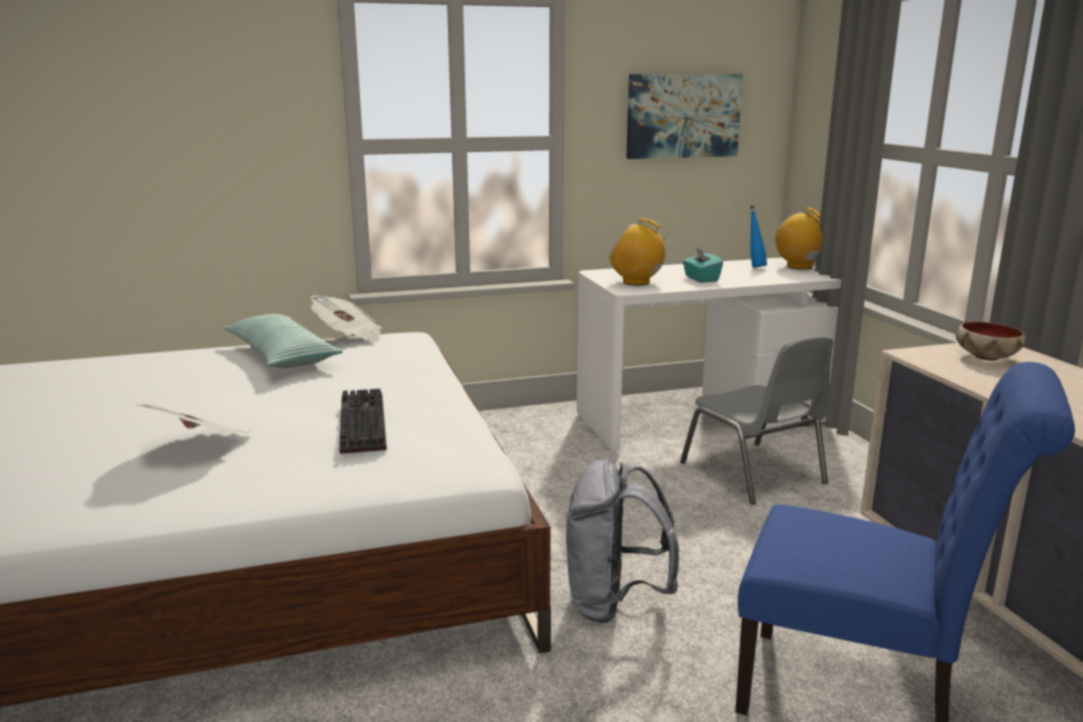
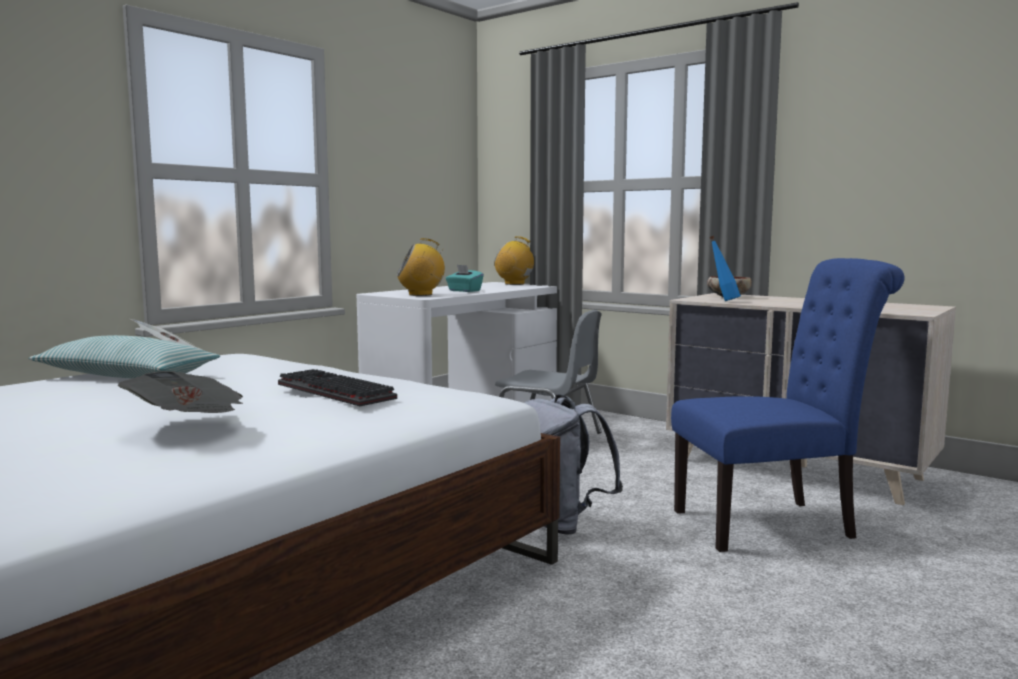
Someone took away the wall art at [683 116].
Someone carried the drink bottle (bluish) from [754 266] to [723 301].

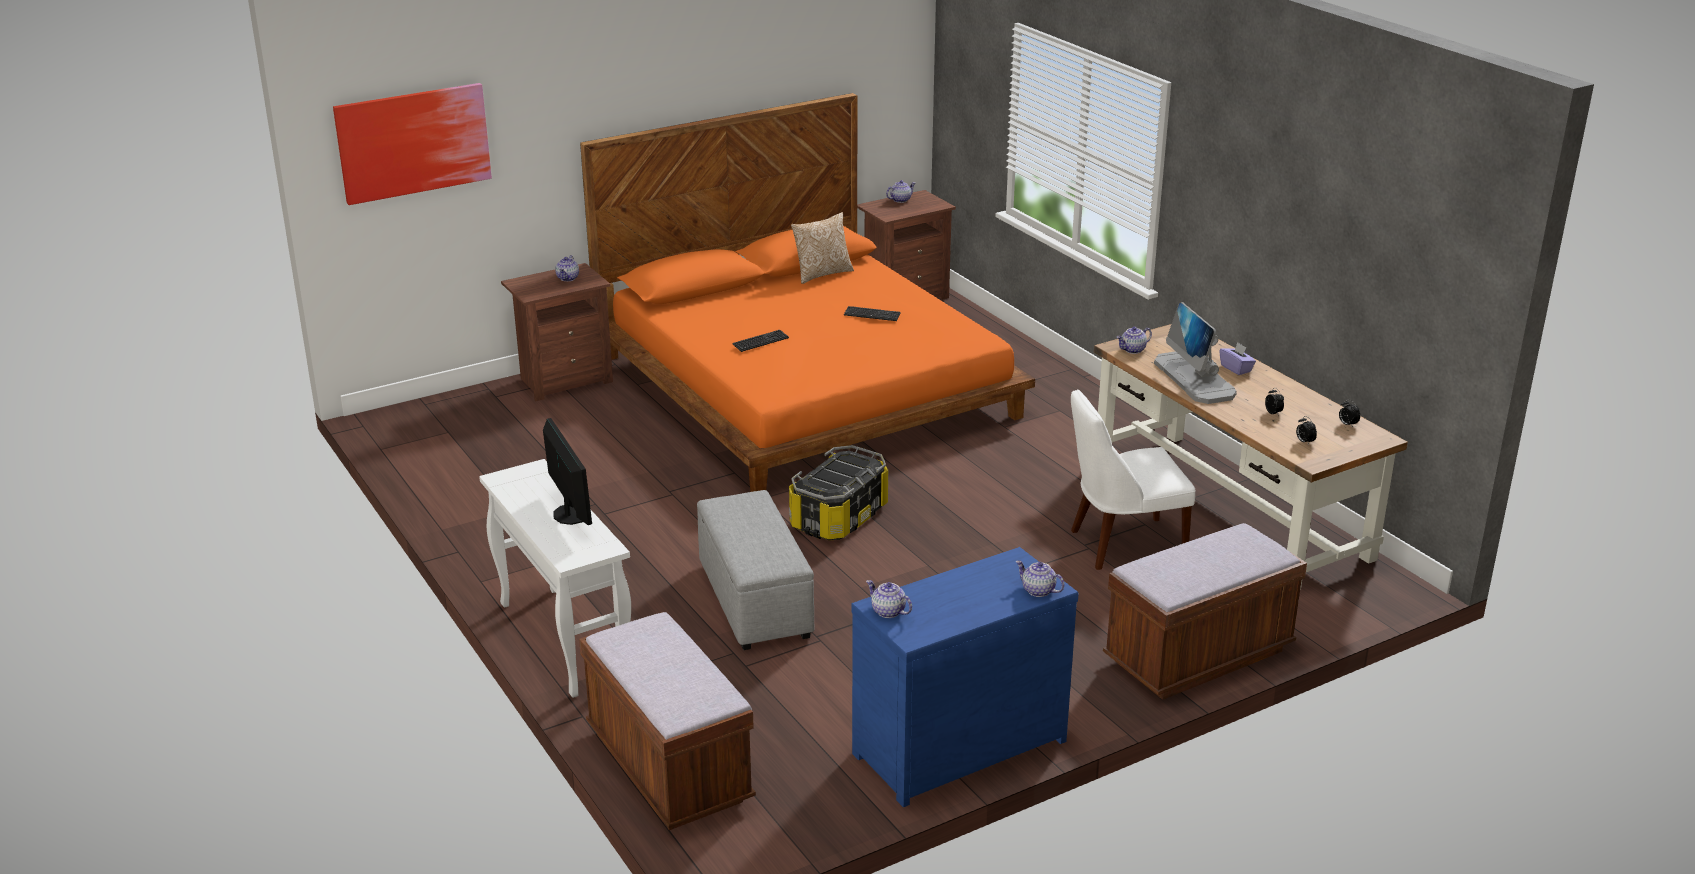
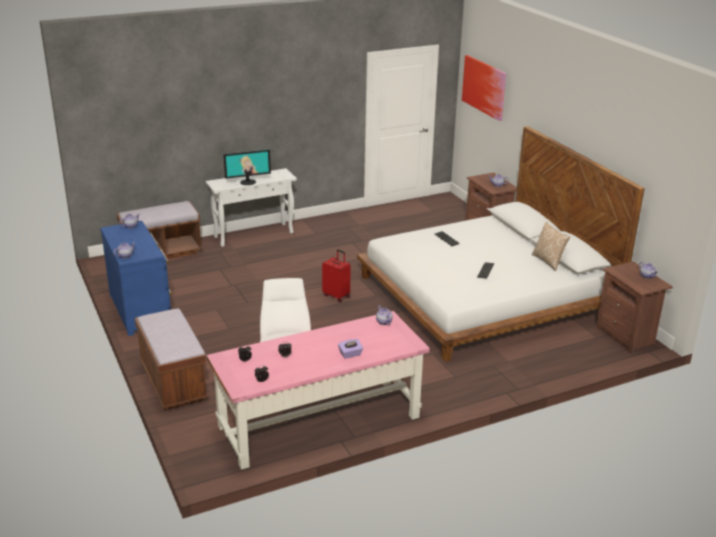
Someone repainted the bed (orange) at [807 387], which became the bed (whitish) at [484 295].
Someone took away the computer display at [1194 379].
Someone repainted the desk (brown-coloured) at [1230 508], which became the desk (pinkish) at [319 422].
Someone swapped the storage box at [838 517] for the travel case (red) at [337 296].
Someone took away the footrest (gray) at [754 600].

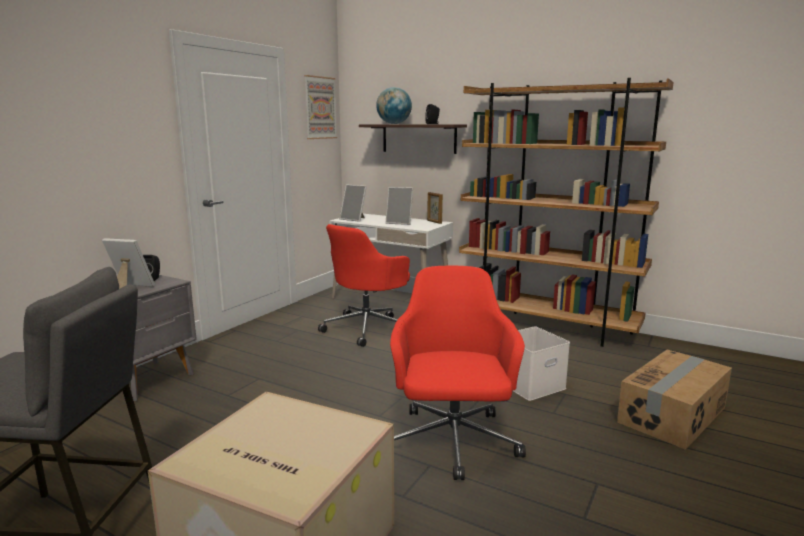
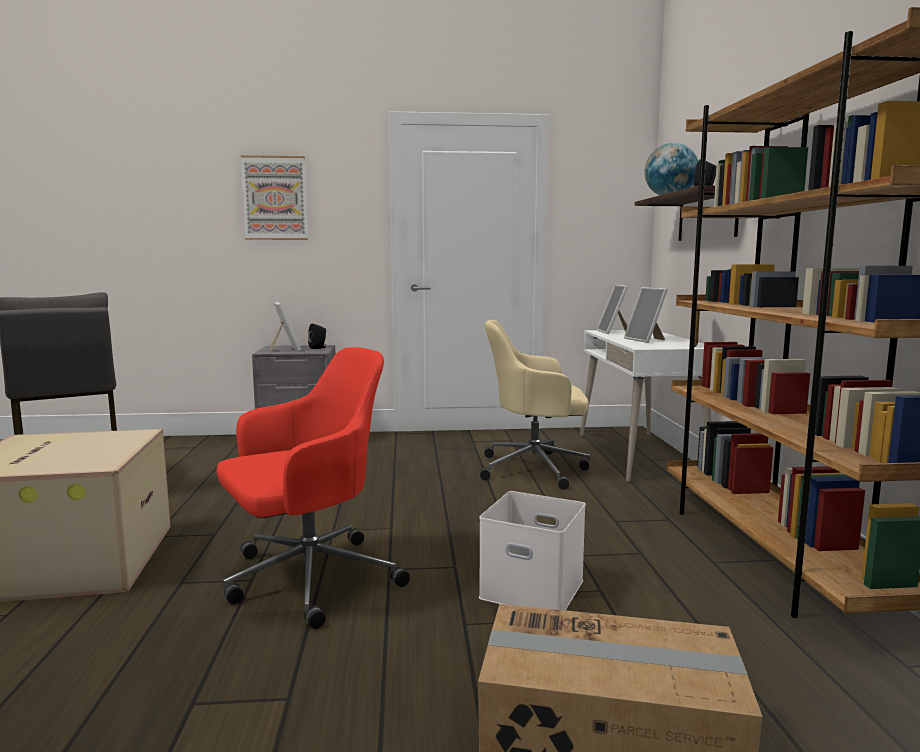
Someone carried the wall art from [320 108] to [275 198].
Someone repainted the desk chair (red) at [368 328], which became the desk chair (beige) at [535 469].

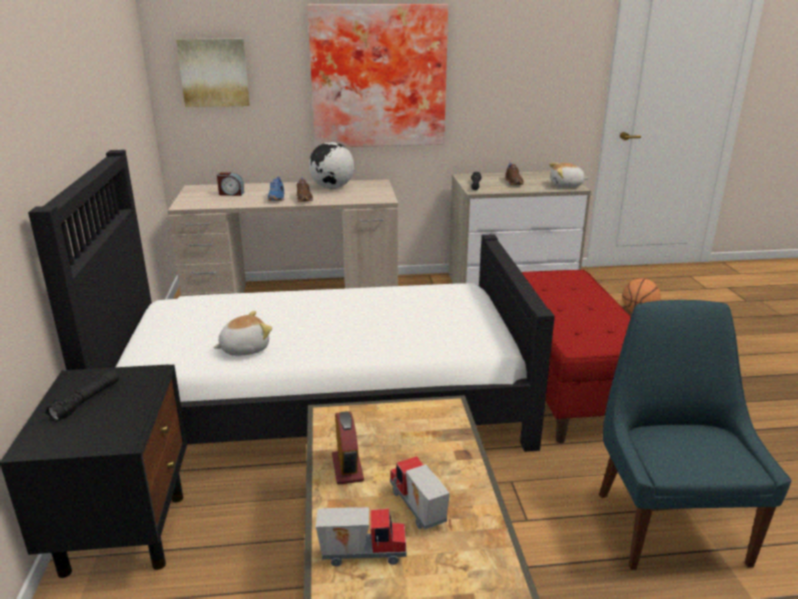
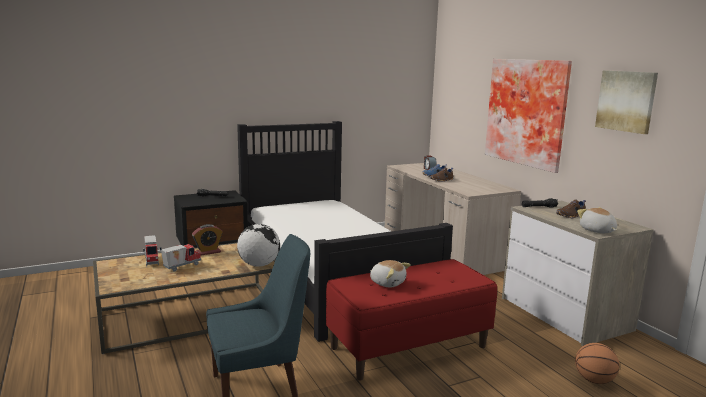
Someone carried the wall art from [214 72] to [626 101].
Someone carried the globe from [332 188] to [259 265].
Someone carried the cuddly toy from [244 348] to [387 283].

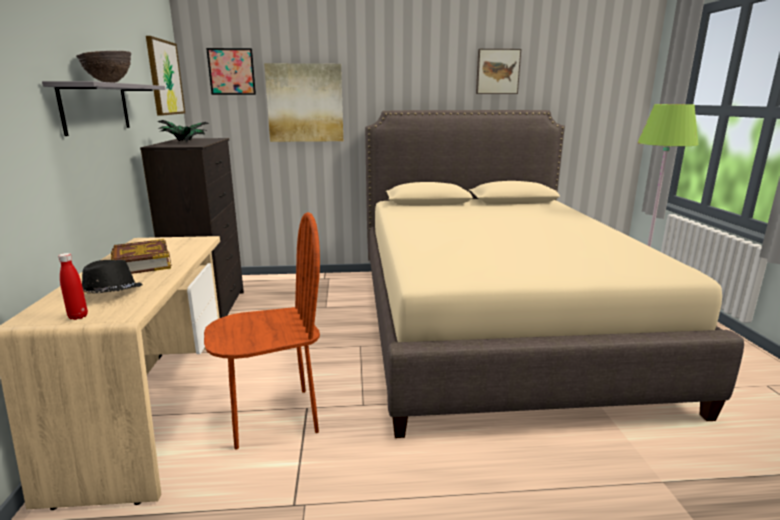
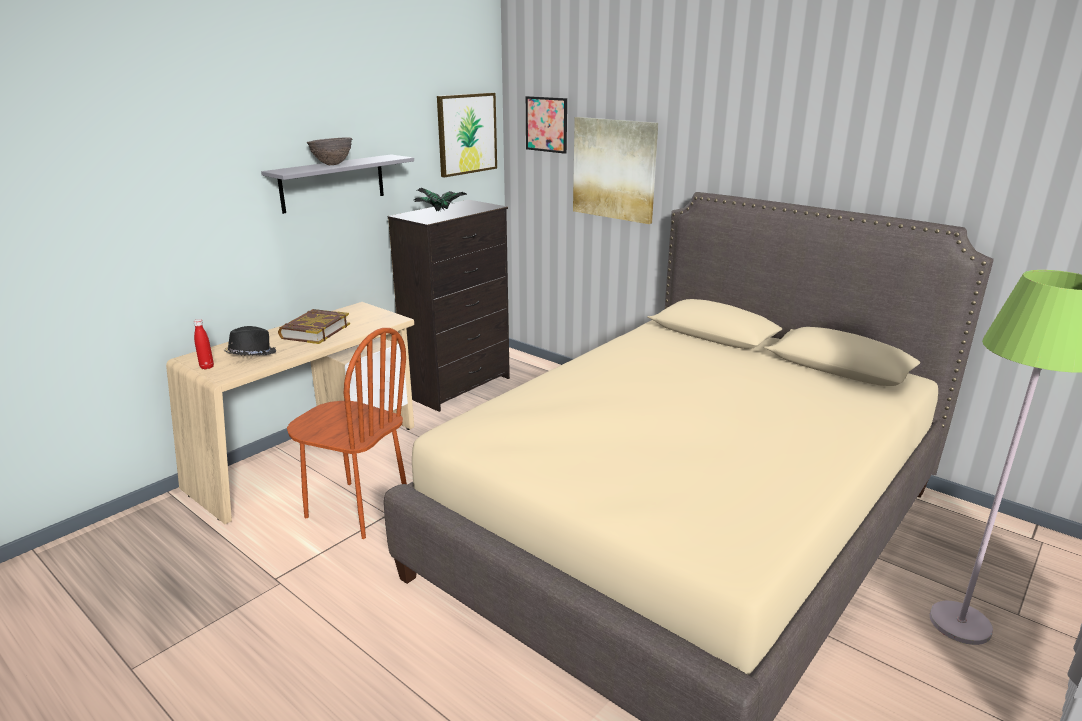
Someone took away the wall art at [497 71].

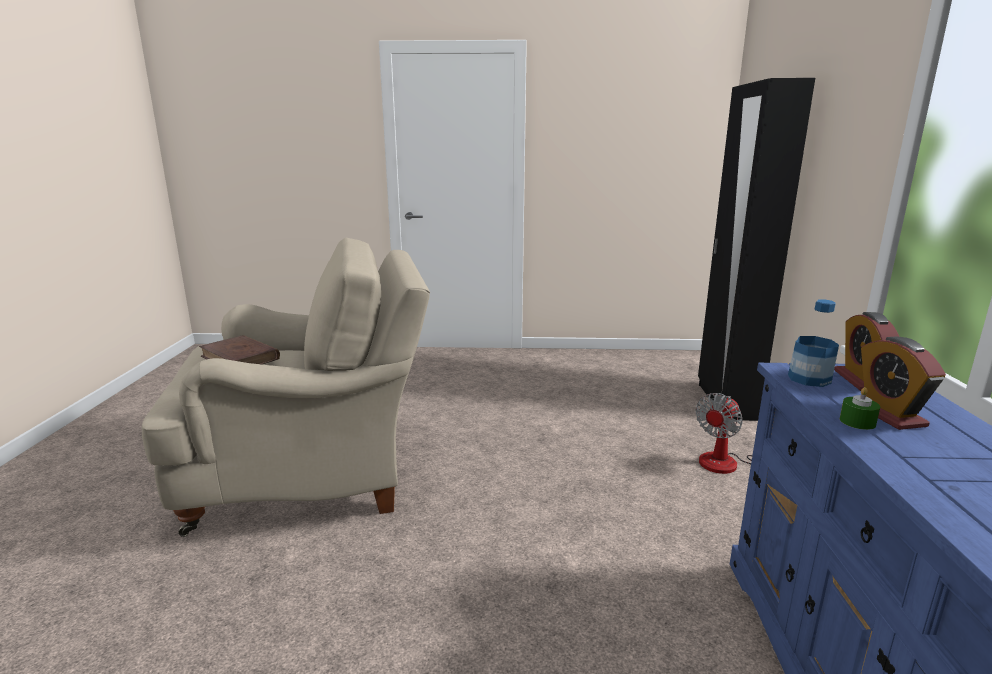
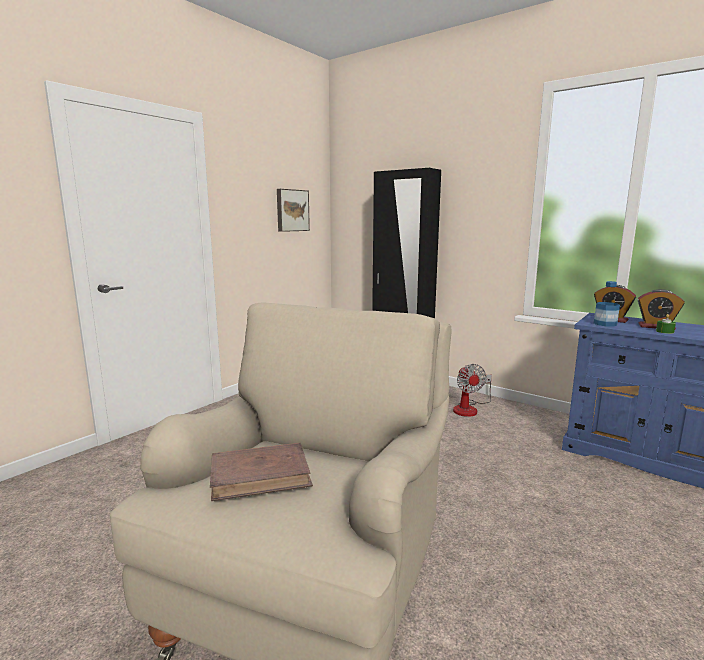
Someone put up the wall art at [292 210].

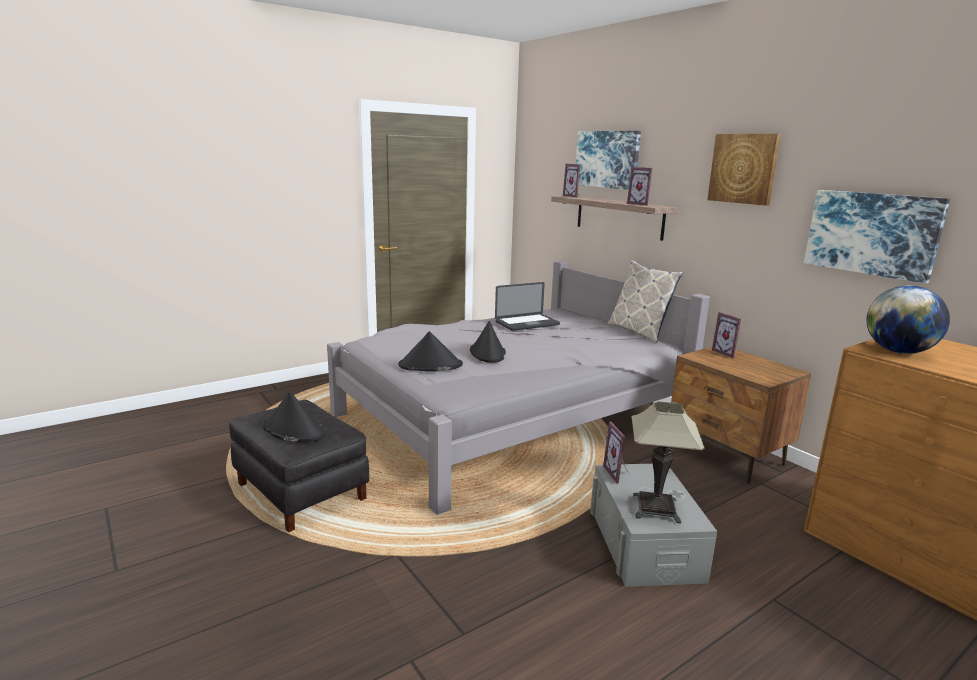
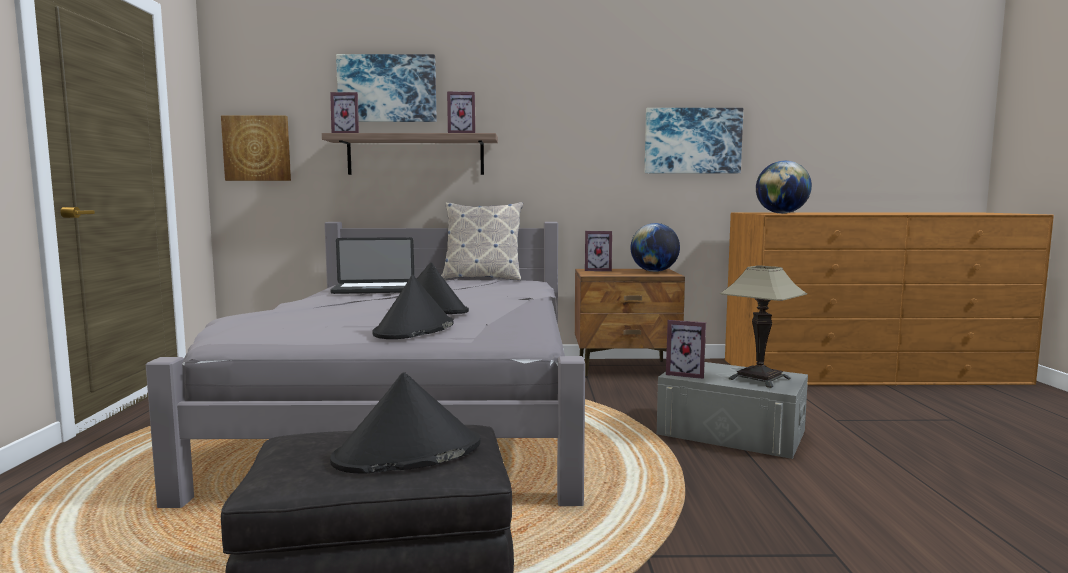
Someone carried the wall art from [743 168] to [257 148].
Someone rotated the laptop at [527 323] by 75 degrees clockwise.
Someone put down the globe at [654 271].

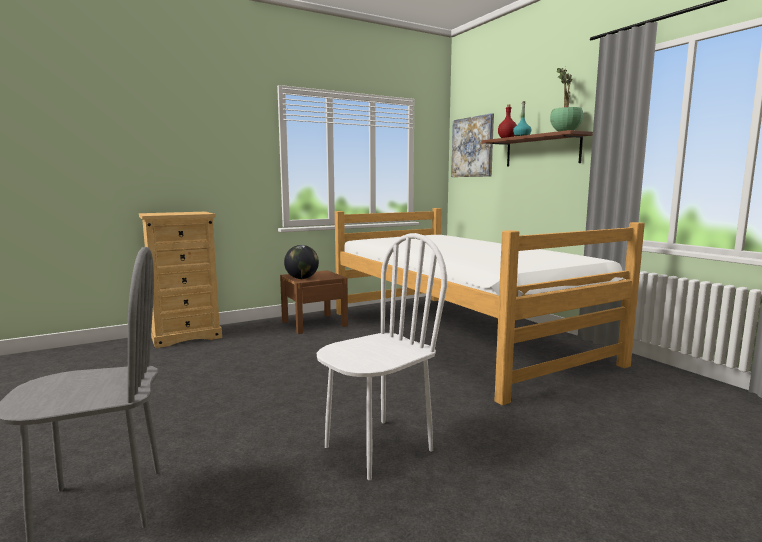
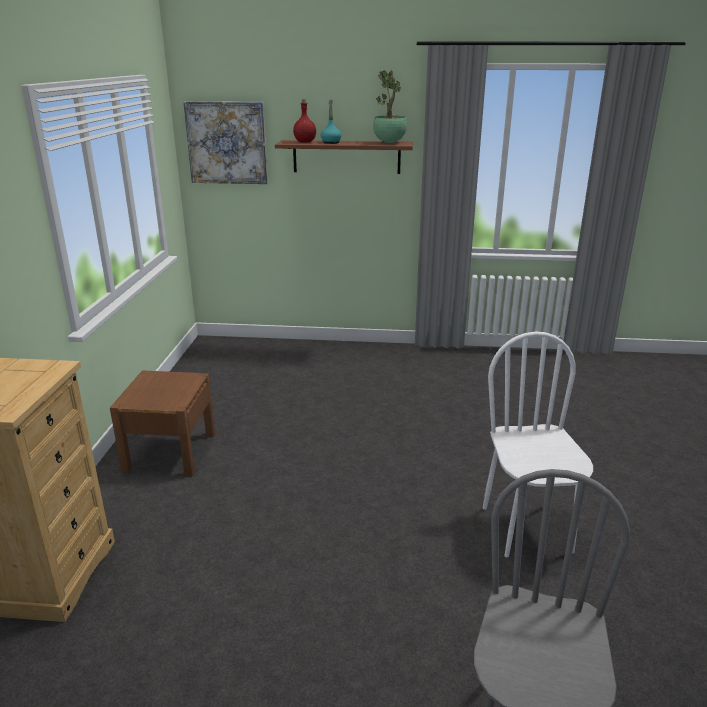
Someone took away the bed at [458 335].
Someone took away the globe at [302 278].

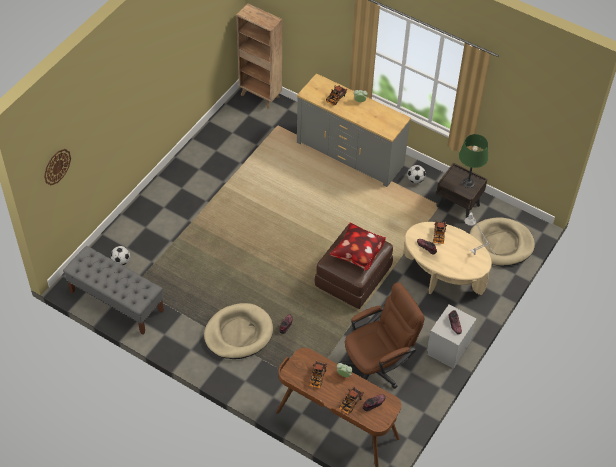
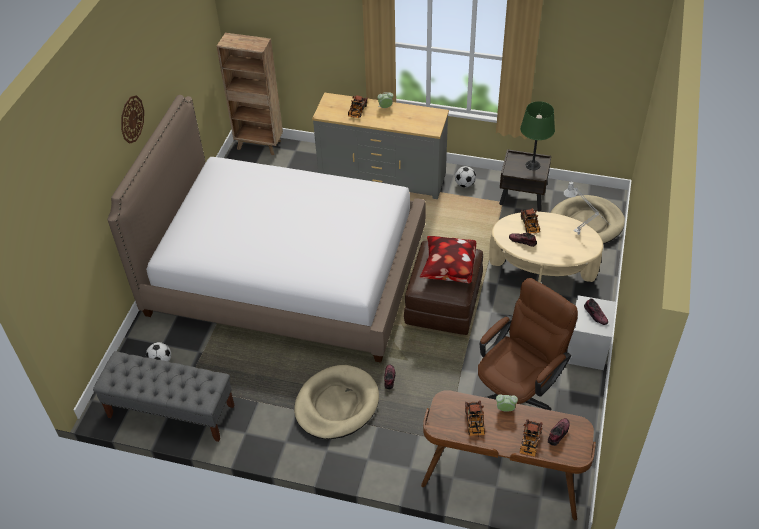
Someone carried the clock on the wall from [57 166] to [131 119].
Someone put down the bed at [286 274].

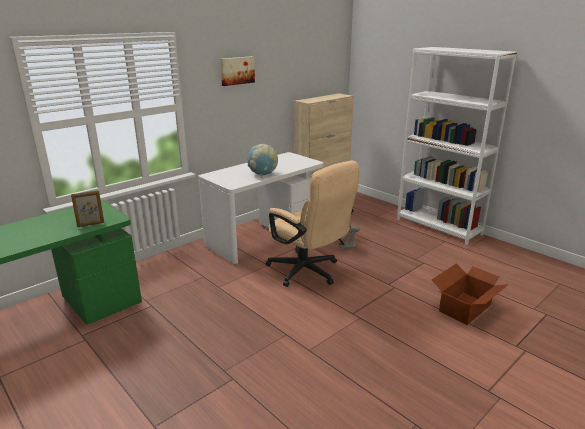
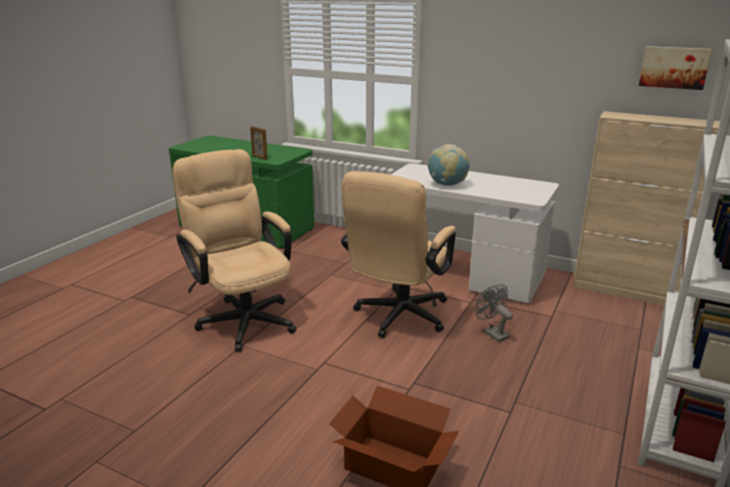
Someone carried the wall art from [237 70] to [674 67].
Someone put down the desk chair (beige) at [243 317].

